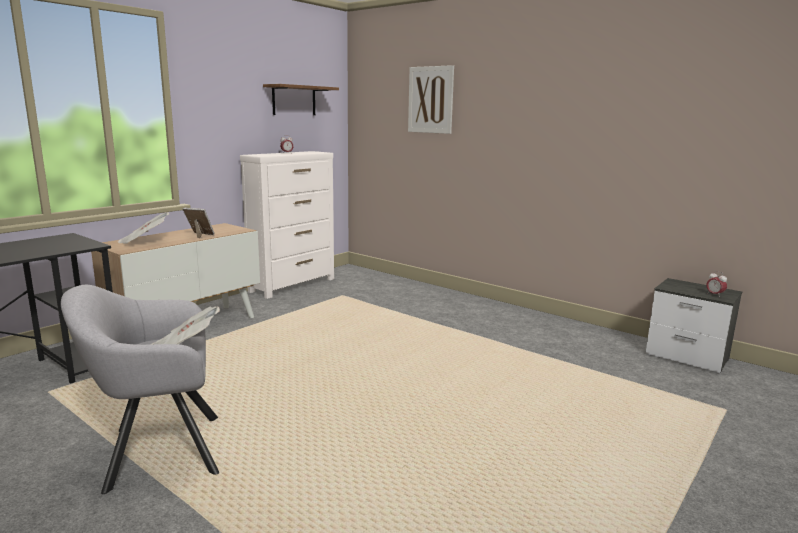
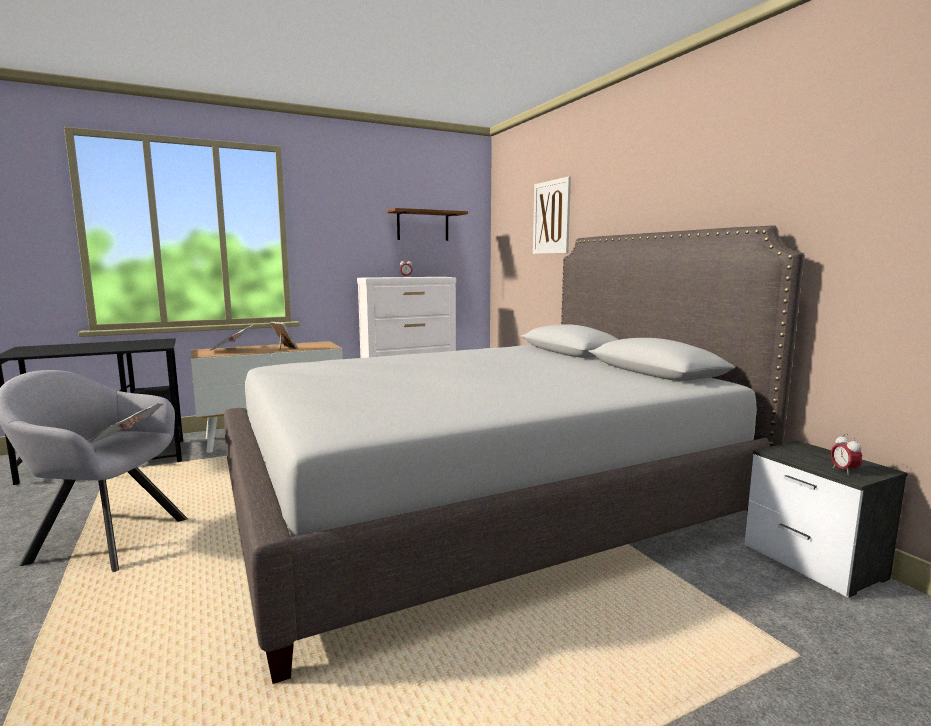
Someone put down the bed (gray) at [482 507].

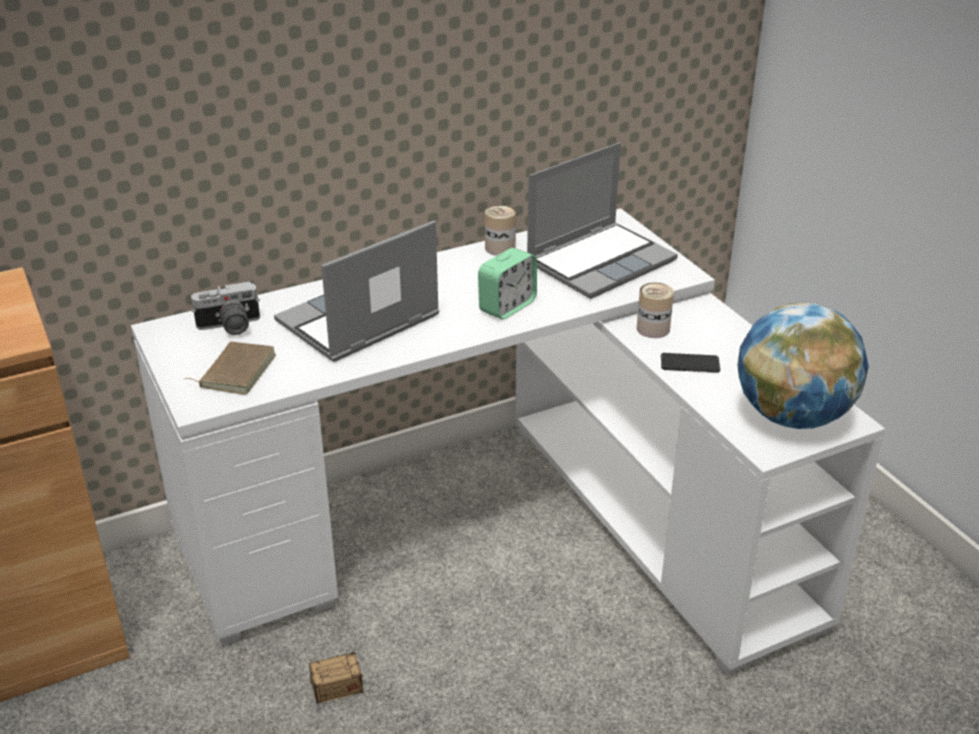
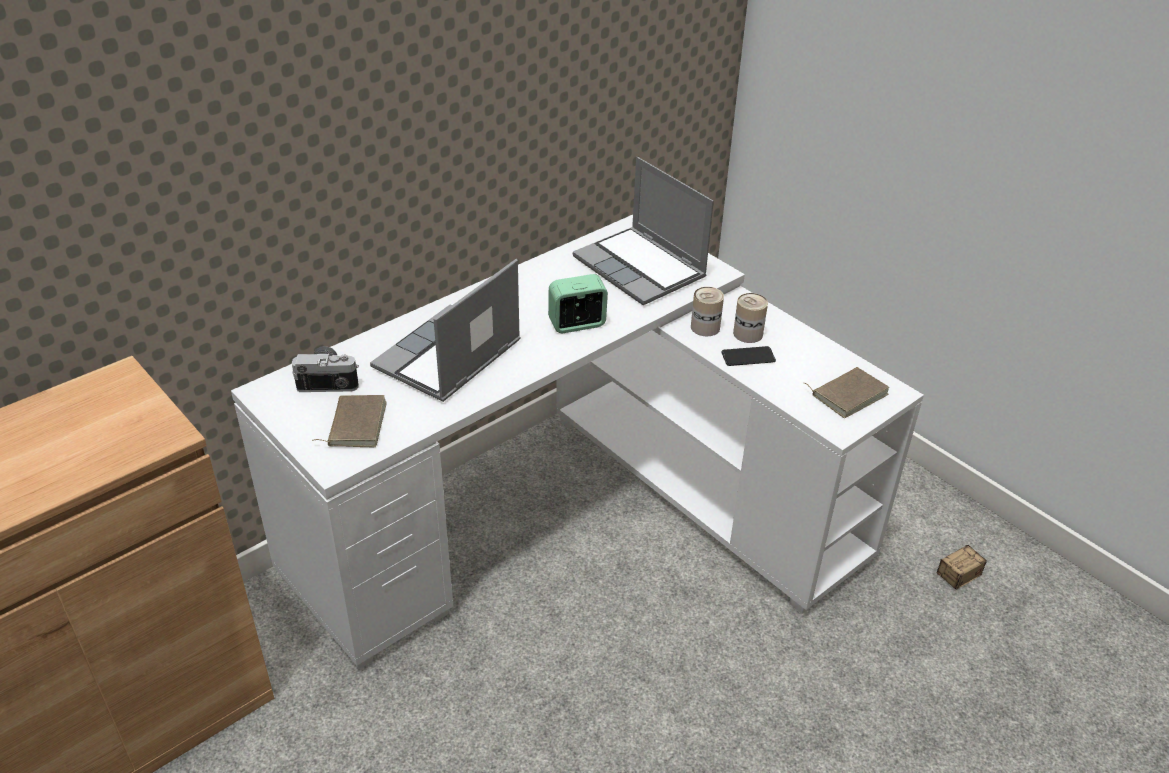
Someone rotated the laptop at [601 261] by 105 degrees clockwise.
Someone carried the can from [500 248] to [748 334].
Someone rotated the alarm clock at [507 306] by 135 degrees counterclockwise.
Someone rotated the photo camera at [229 327] by 150 degrees counterclockwise.
Someone swapped the globe at [792 415] for the book (brown-coloured) at [848 394].
Someone carried the storage box from [305 695] to [940 585].

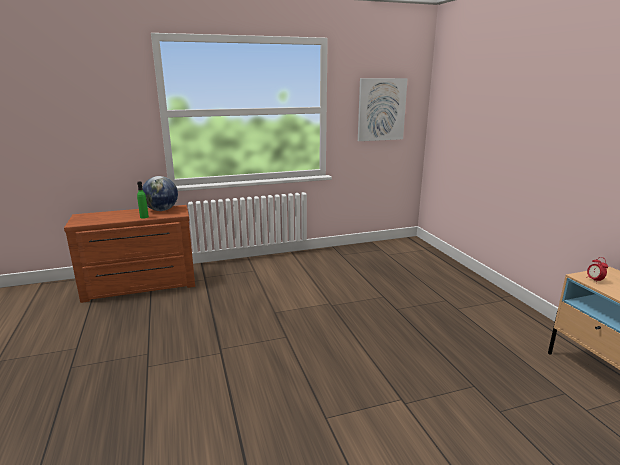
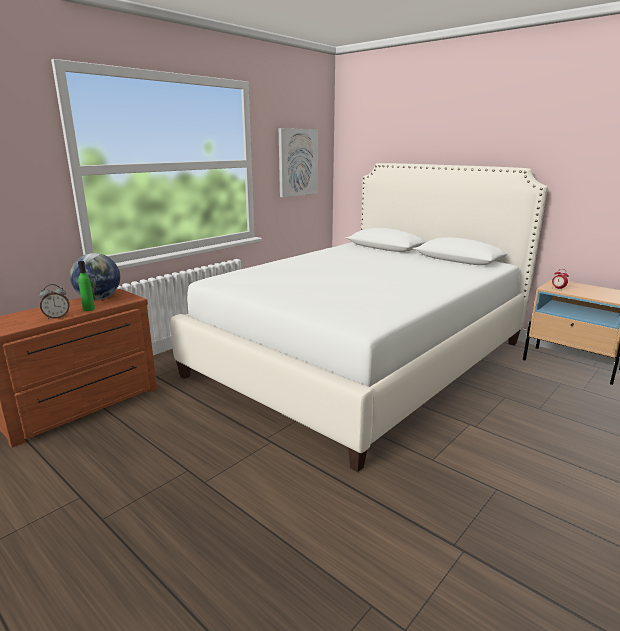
Someone put down the bed (whitish) at [362 358].
Someone put down the alarm clock at [57 317].

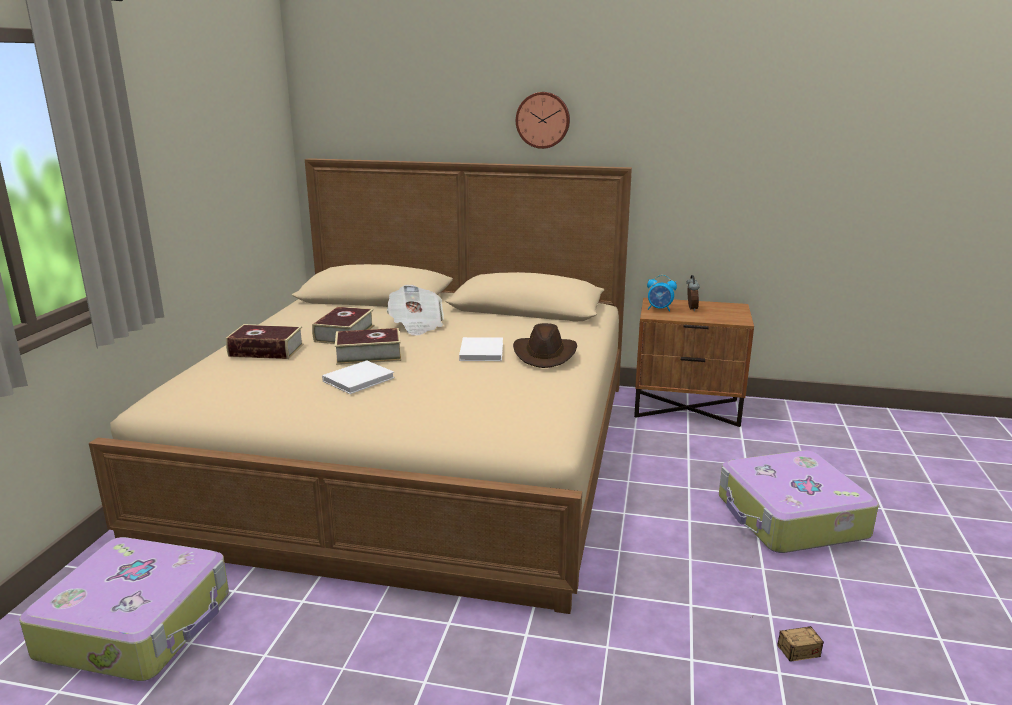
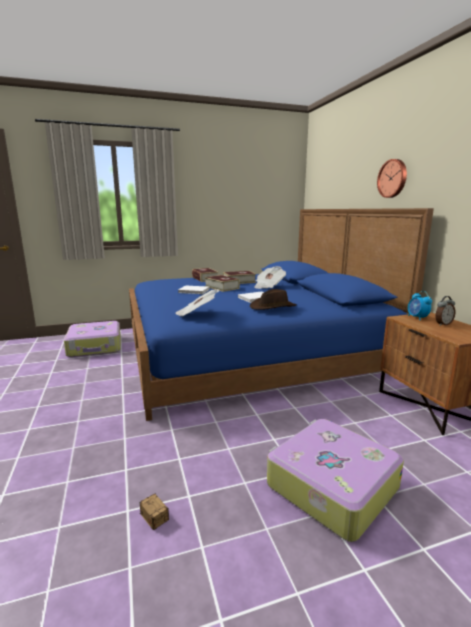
Someone repainted the bed (beige) at [415 452], which became the bed (bluish) at [248 350].
Someone put down the daily paper at [196 314].

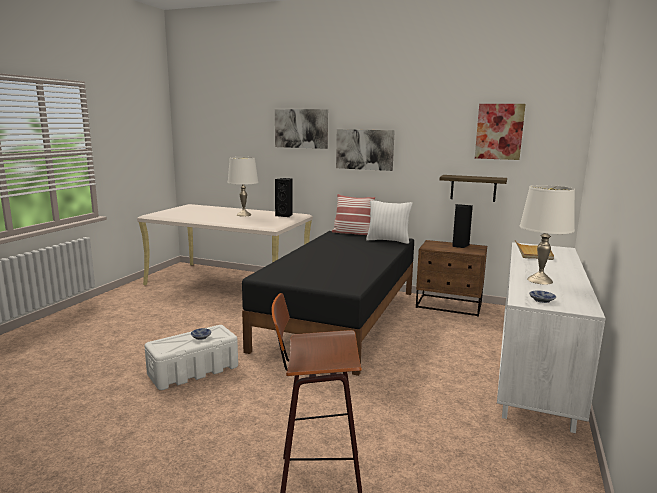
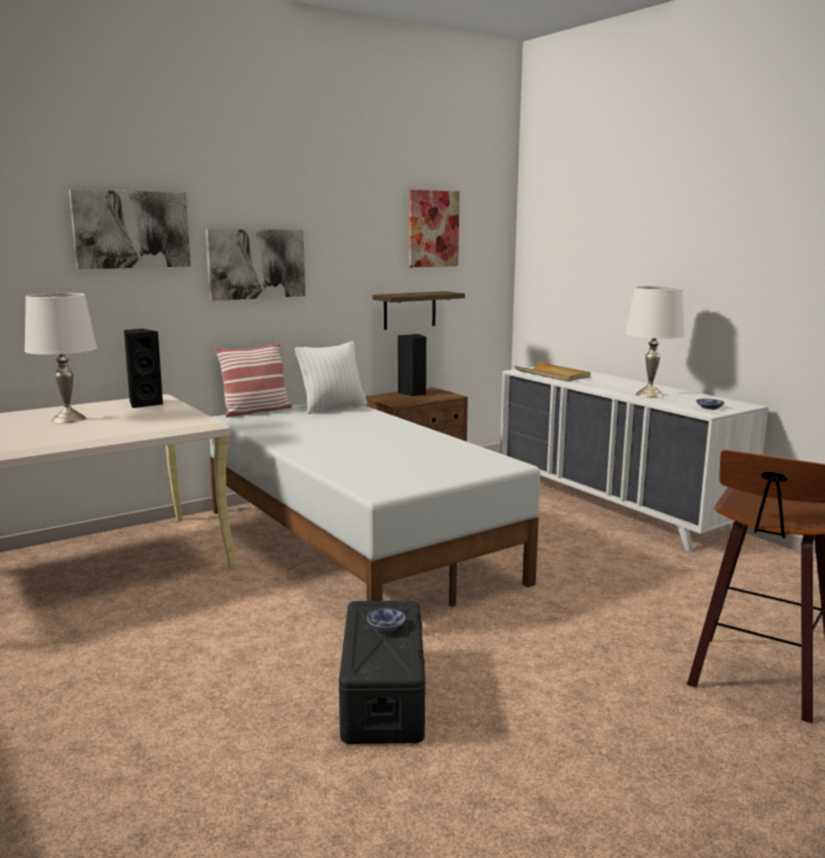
Someone repainted the bed (black-coloured) at [341 318], which became the bed (whitish) at [357 543].
Someone repainted the storage box (whitish) at [194 370], which became the storage box (black-coloured) at [383 695].

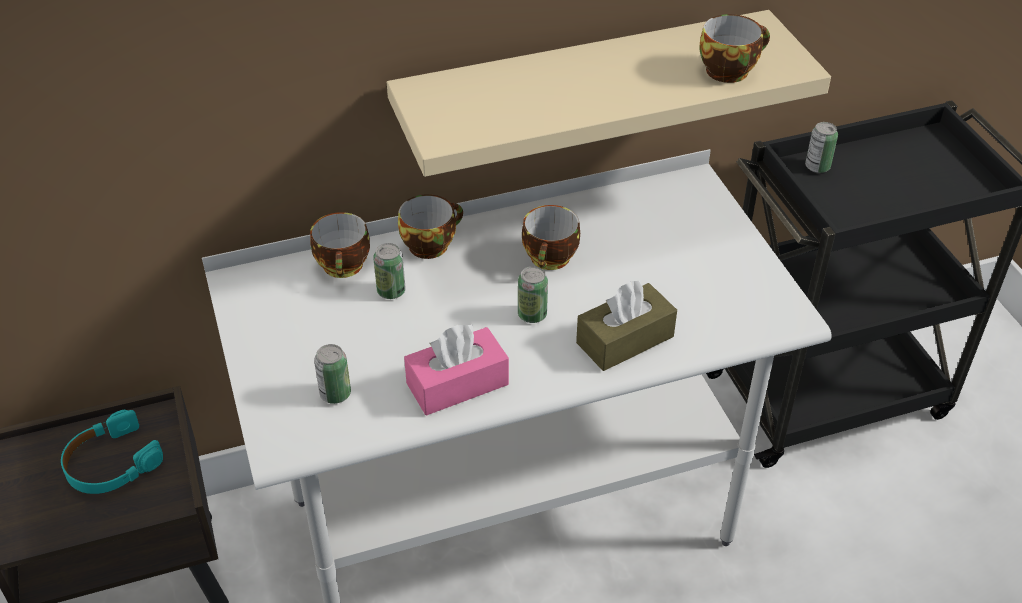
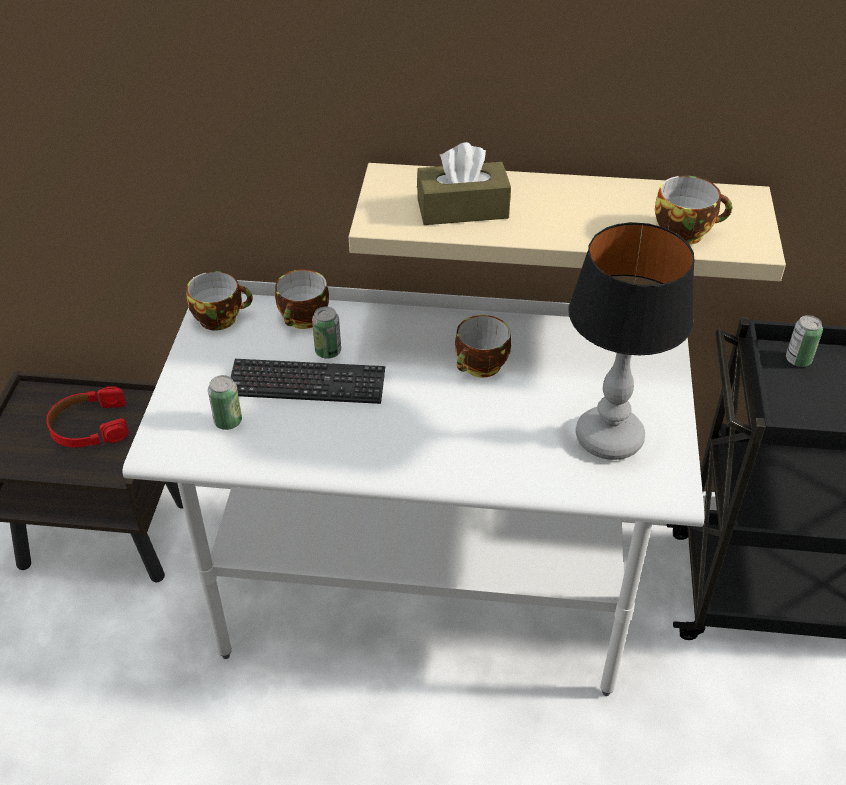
Someone carried the small cup from [430 244] to [221 317].
Someone took away the can at [532 315].
Someone carried the box of tissues (brown-coloured) from [625 340] to [462 209].
Someone took away the box of tissues (pinkish) at [457 384].
Someone repainted the headset (turquoise-coloured) at [111 463], which became the headset (red) at [89 427].
Someone put down the lamp for a table at [610 438].
Someone put down the keyboard at [307 384].

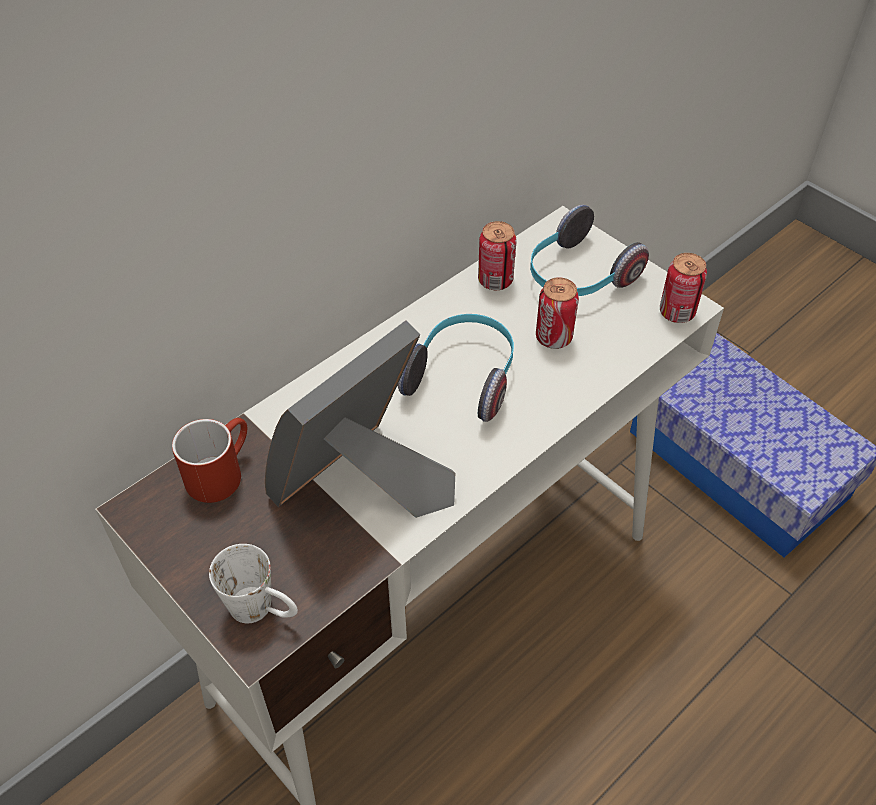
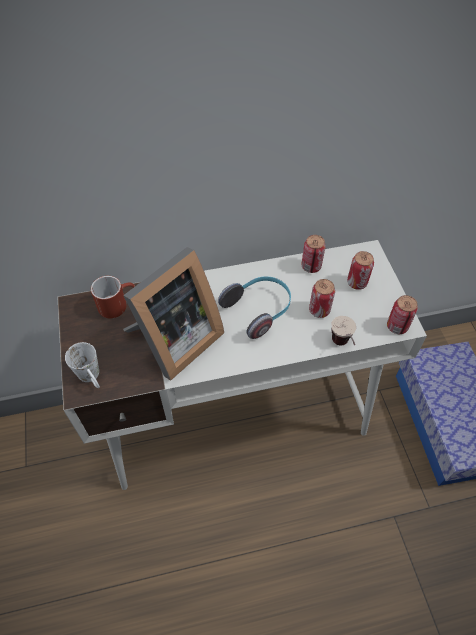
Someone swapped the headset at [578 276] for the can at [357 282].
Someone rotated the standing frame at [362 484] by 150 degrees clockwise.
Someone put down the small cup at [342 347].

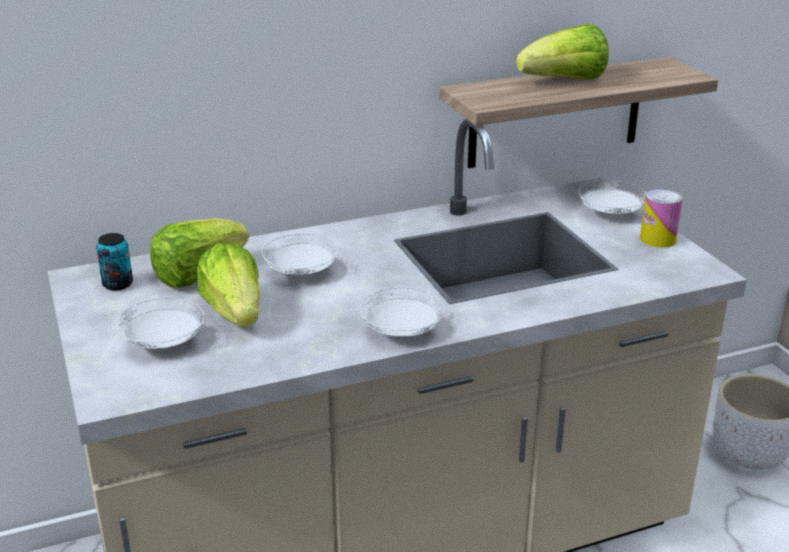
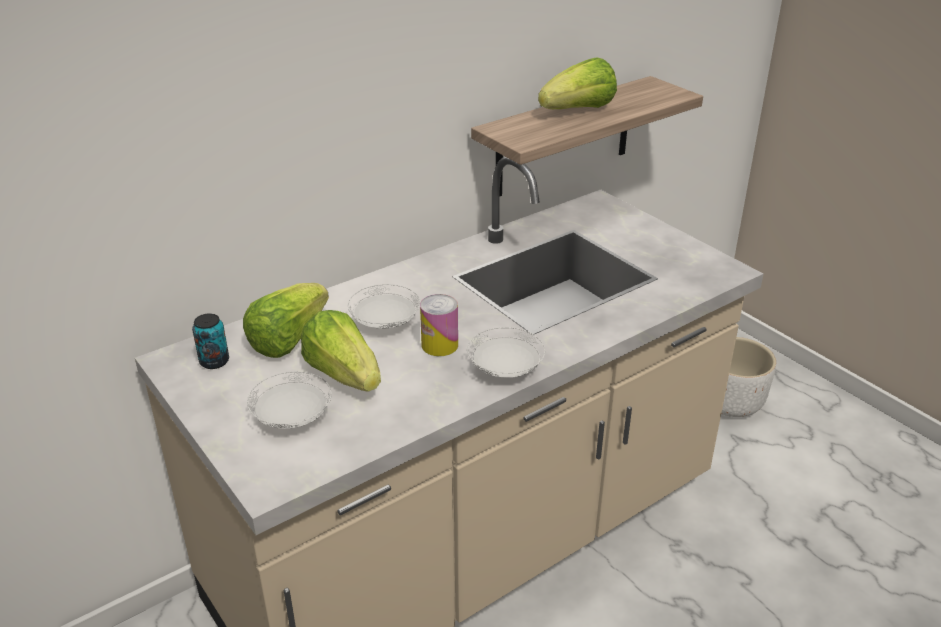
Someone took away the flat dish (whitish) at [610 214].
Someone carried the can from [657 239] to [439 345].

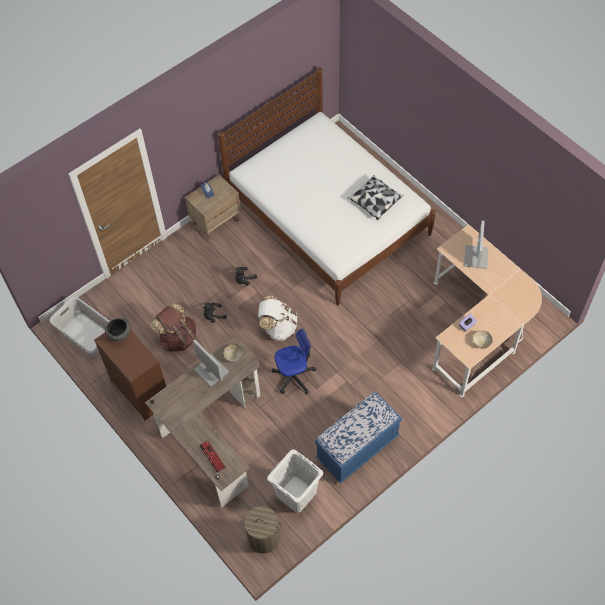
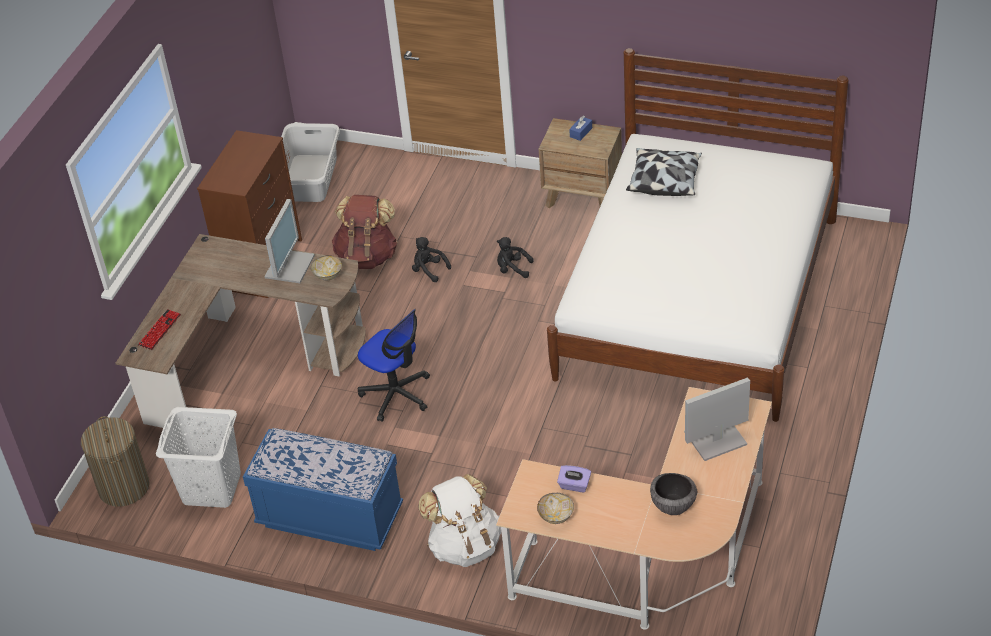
Someone carried the pillow from [374 201] to [664 181].
Someone carried the rucksack (whitish) from [278 327] to [465 545].
Someone carried the bowl from [120 335] to [673 507].

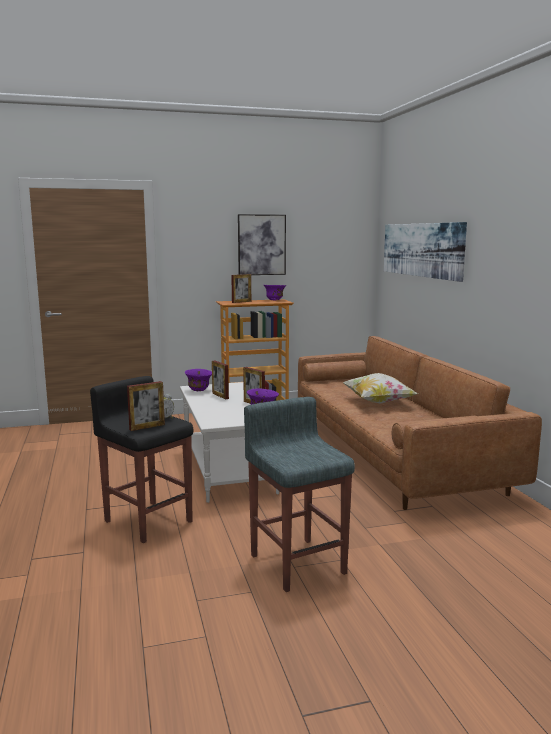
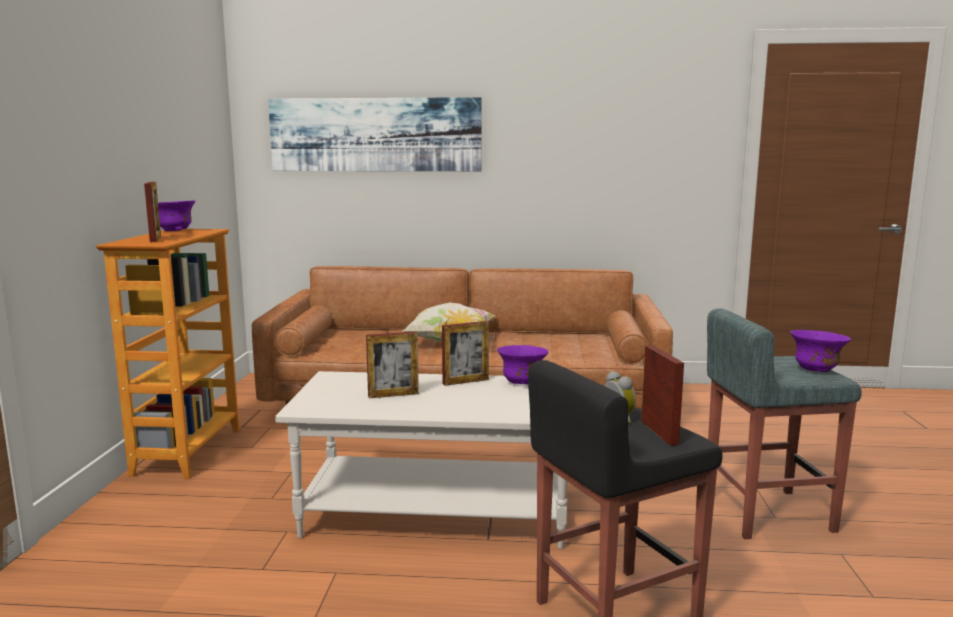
Someone took away the wall art at [261 245].
Someone carried the bowl (purple-coloured) from [199 390] to [815 370].

